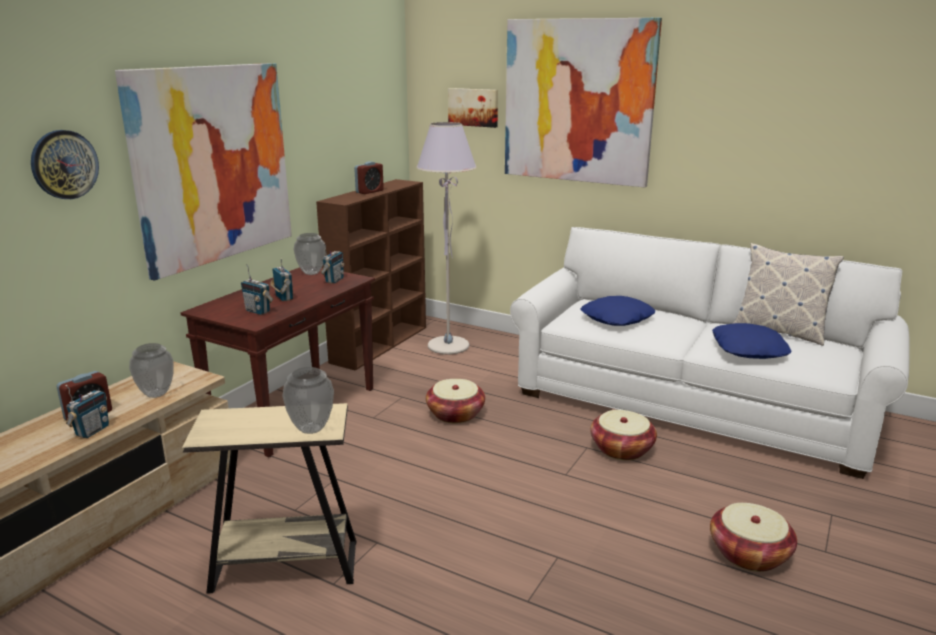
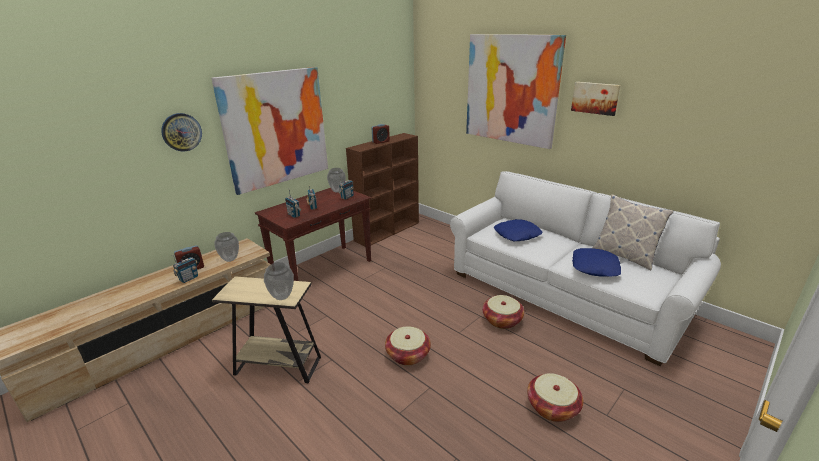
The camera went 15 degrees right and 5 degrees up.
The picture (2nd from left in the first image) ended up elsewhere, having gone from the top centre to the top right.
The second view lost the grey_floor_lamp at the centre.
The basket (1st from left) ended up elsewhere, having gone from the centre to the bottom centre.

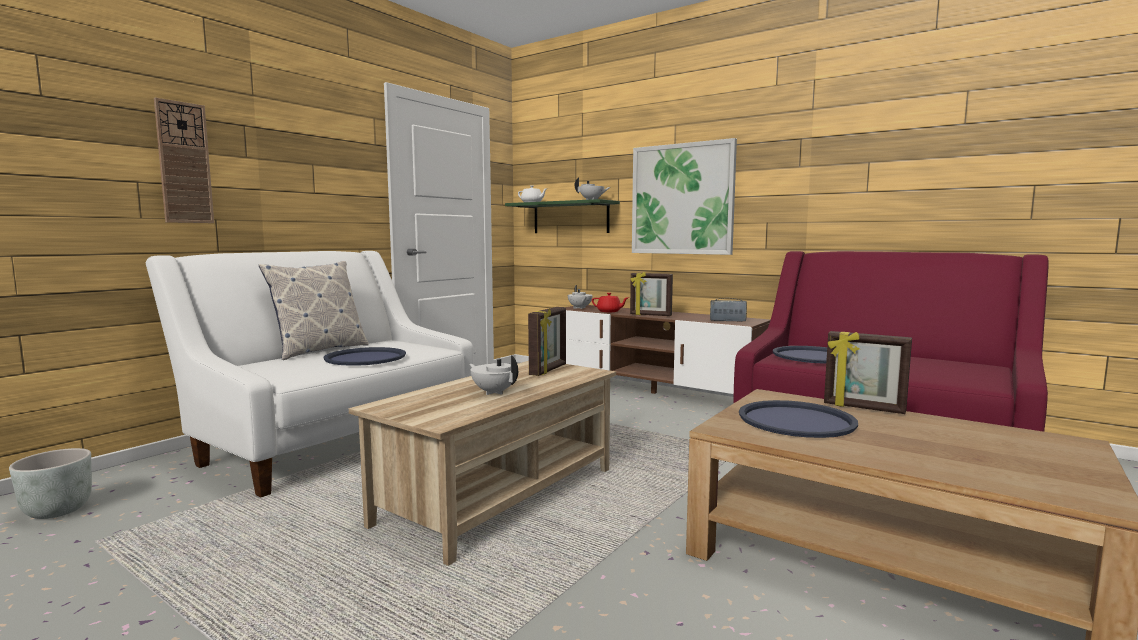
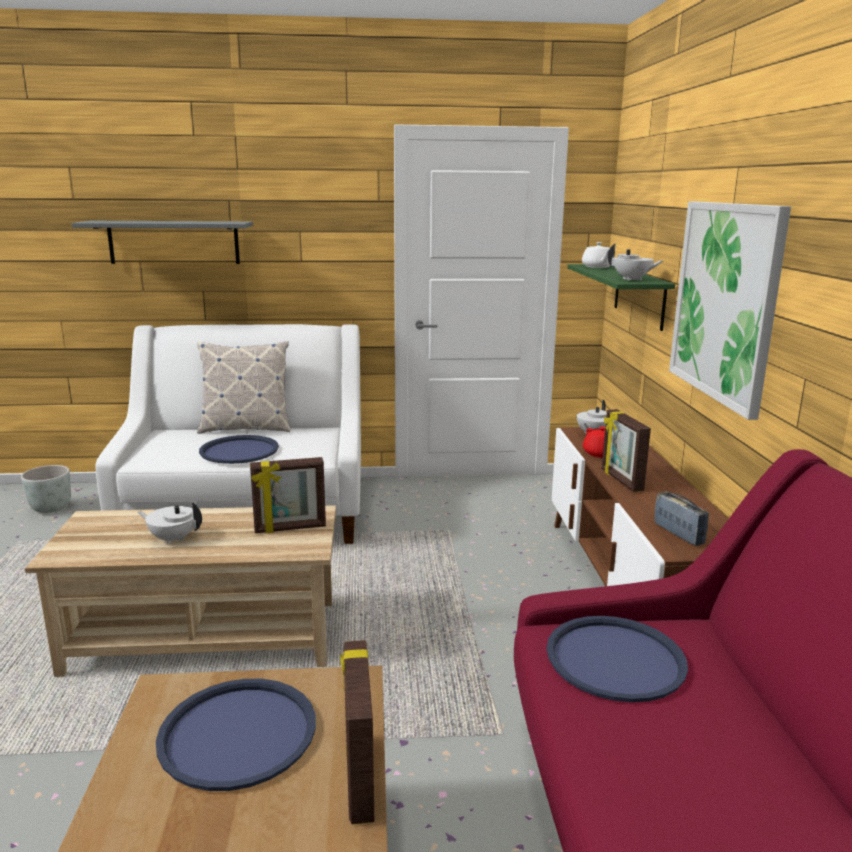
The camera went 50 degrees right and 10 degrees up.
Where the wall_clock hung at the top left, the grey_shelf came to hang at the top left.
The white_teapot (1st from left) at the centre ended up facing another way, 75 degrees counterclockwise from before.

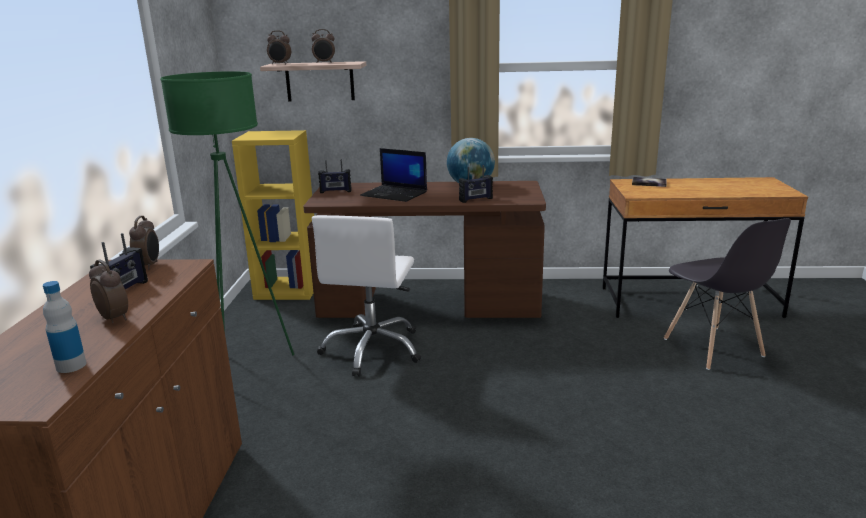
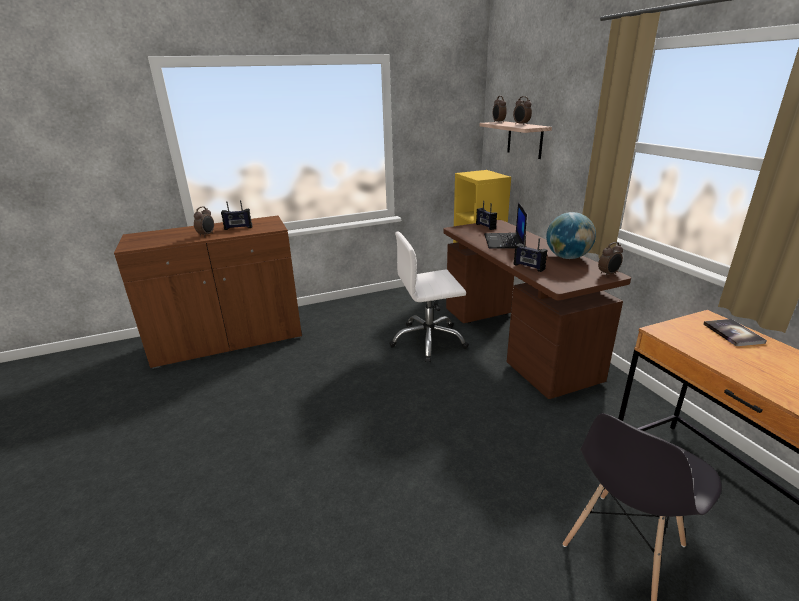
The camera went 65 degrees right and 5 degrees up.
The second view lost the green_floor_lamp at the middle left.
The alarm_clock (2nd from left in the first image) ended up elsewhere, having gone from the middle left to the middle right.
The second view lost the bottle at the middle left.

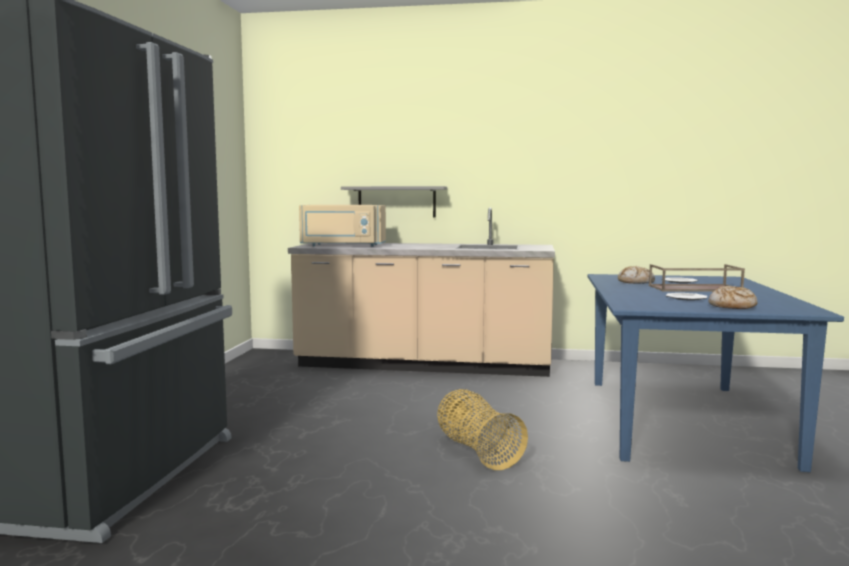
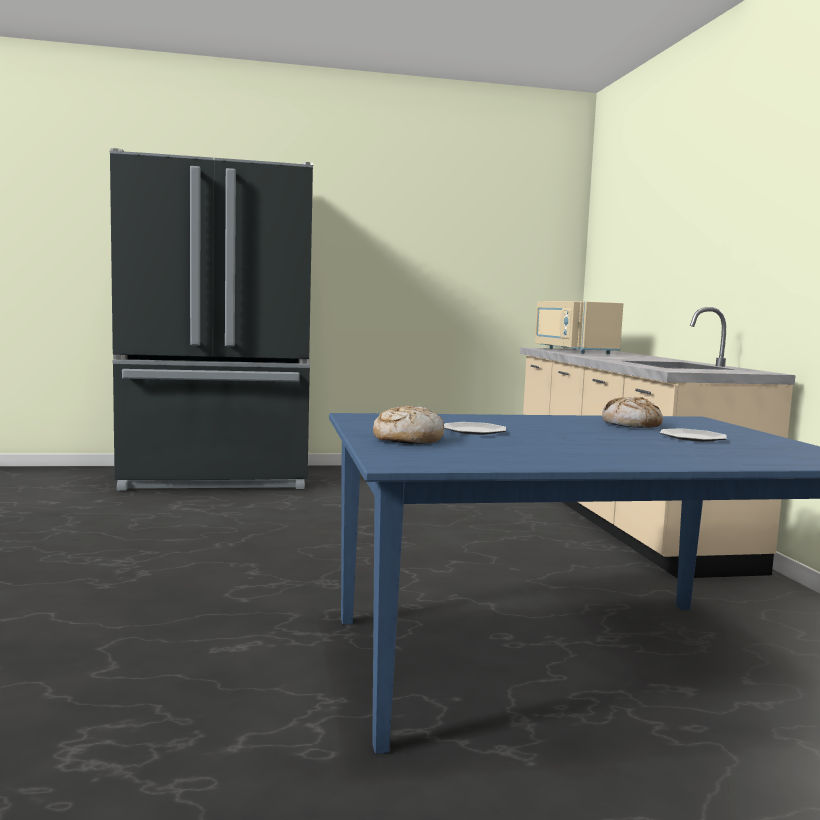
The camera went 70 degrees right and 0 degrees up.
The second view lost the grey_shelf at the centre.
The second view lost the brown_tray at the middle right.
The second view lost the basket at the bottom centre.

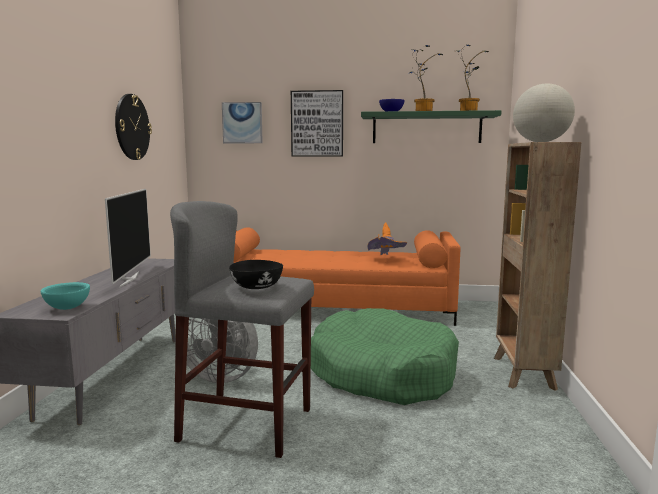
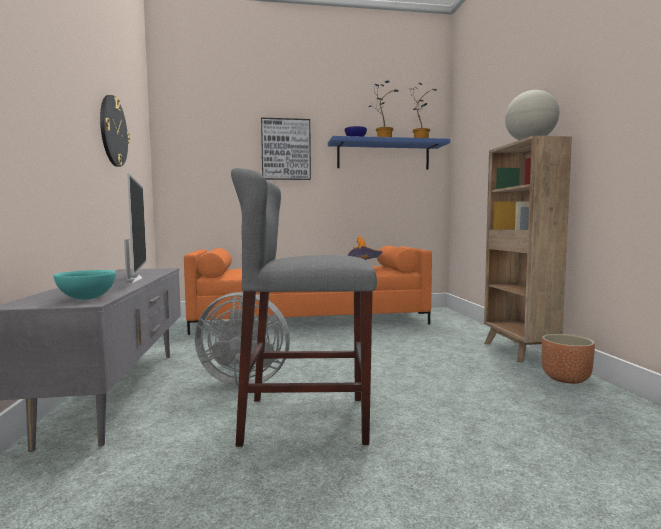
The camera went 15 degrees left and 5 degrees down.
The second view lost the picture (1st from left) at the top centre.
What was the green_shelf at the top centre turned into the blue_shelf at the top centre.
The second view lost the black_bowl at the centre.
The second view lost the green_dog_bed at the bottom centre.
The second view gained the brown_planter at the bottom right.

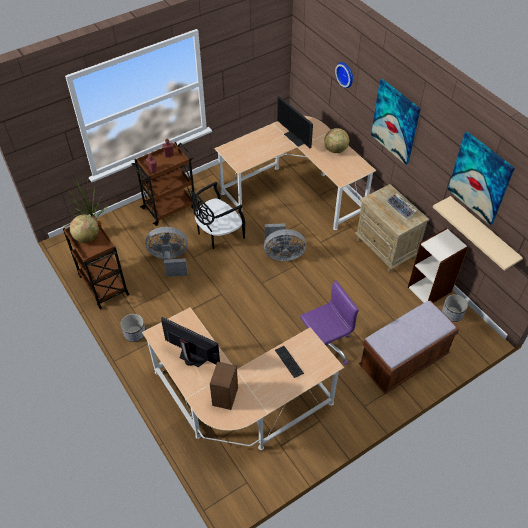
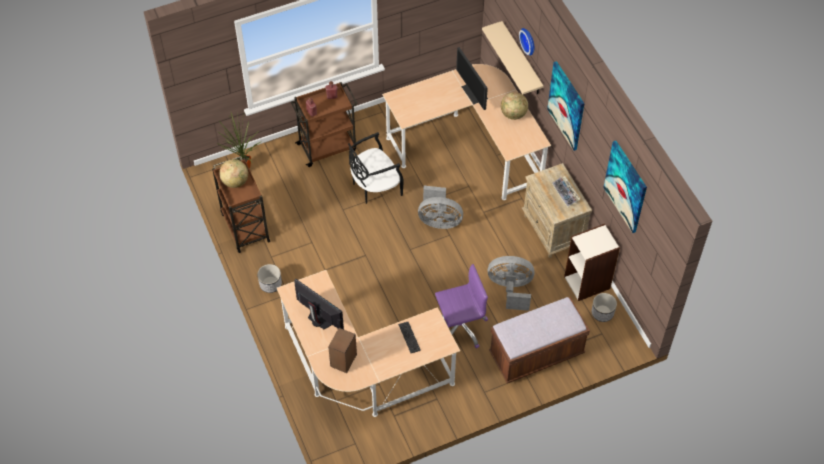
The camera went 10 degrees right and 5 degrees up.
The beige_shelf ended up elsewhere, having gone from the middle right to the top centre.
The grey_fan (1st from left in the first image) ended up elsewhere, having gone from the middle left to the centre.

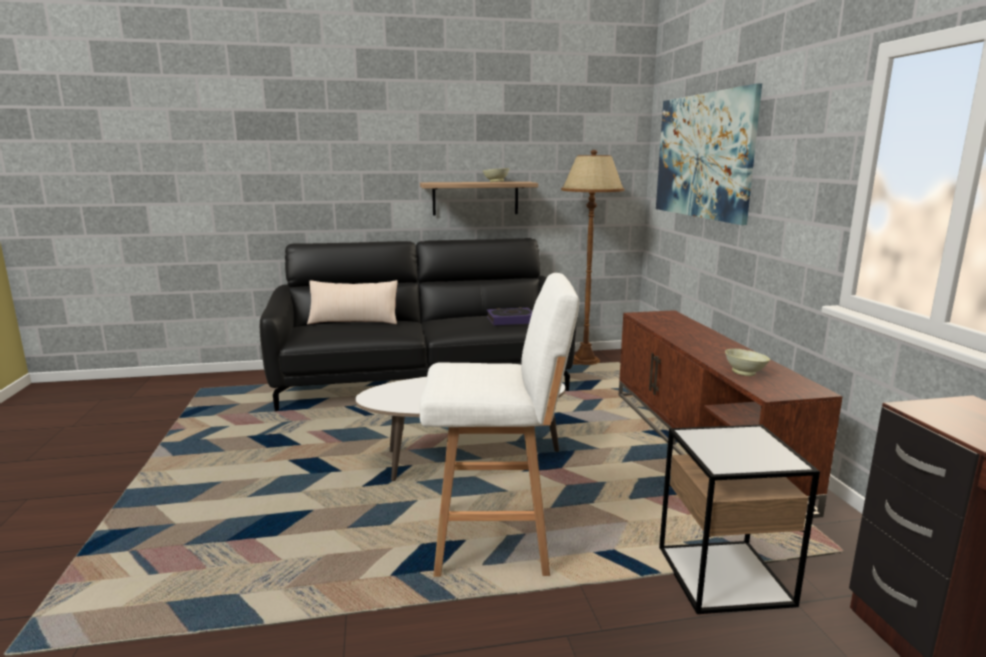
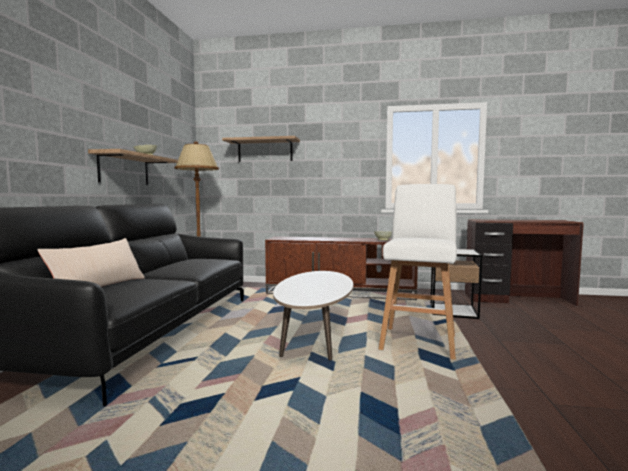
The camera went 70 degrees left and 10 degrees down.
Where the picture hung at the top right, the shelf (2nd from left) came to hang at the top centre.
The second view lost the book at the centre.

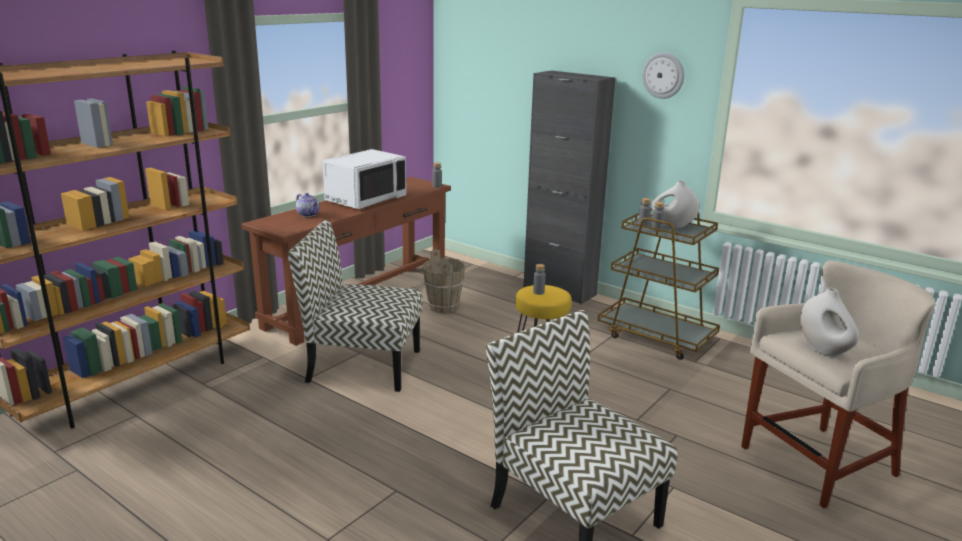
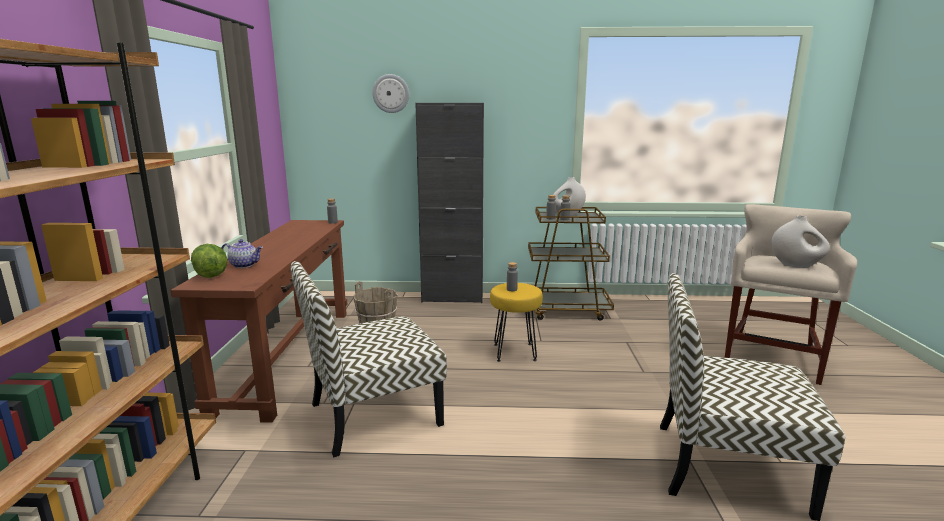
The camera went 35 degrees left and 5 degrees down.
The wall_clock ended up elsewhere, having gone from the top right to the top centre.
The second view lost the white_microwave at the top centre.
The second view gained the lettuce at the middle left.

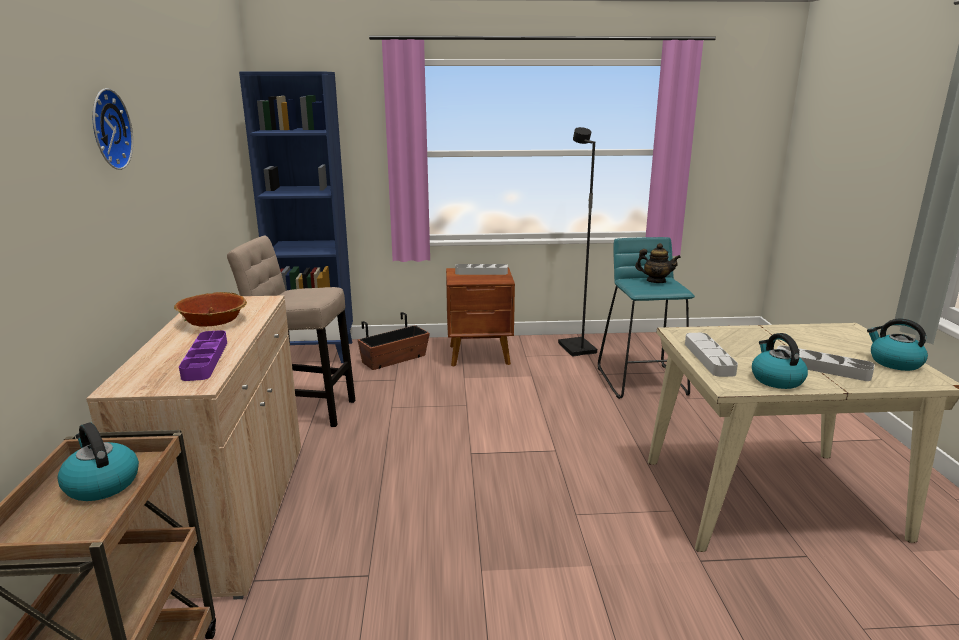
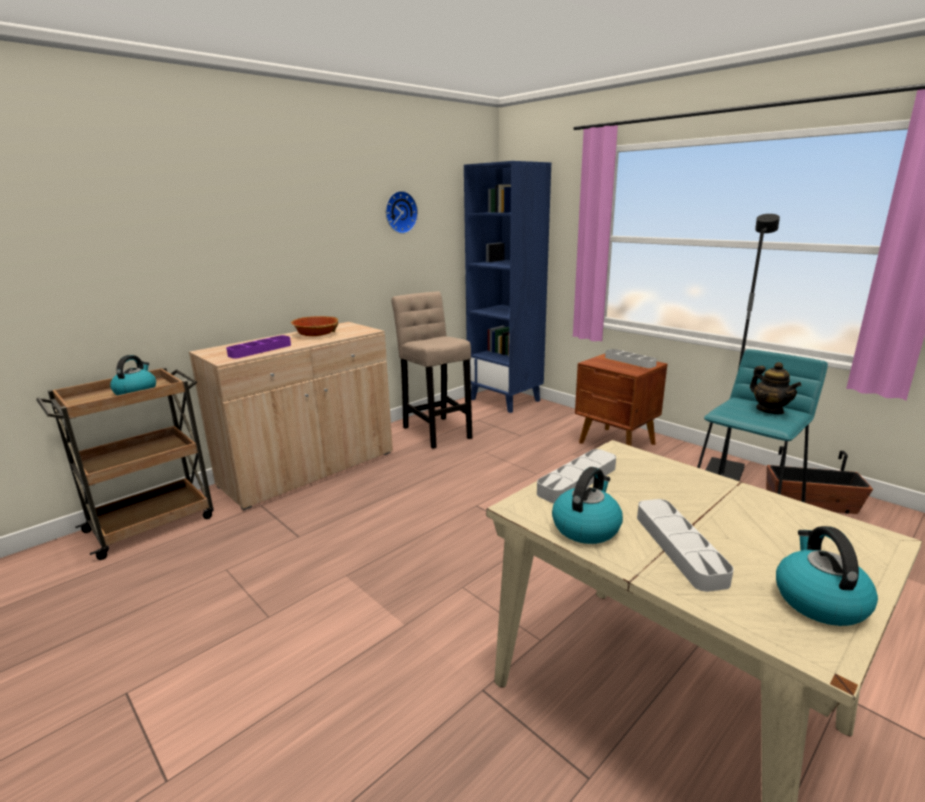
The camera went 50 degrees right and 0 degrees up.
The wall_clock ended up elsewhere, having gone from the top left to the top centre.
The planter ended up elsewhere, having gone from the centre to the middle right.

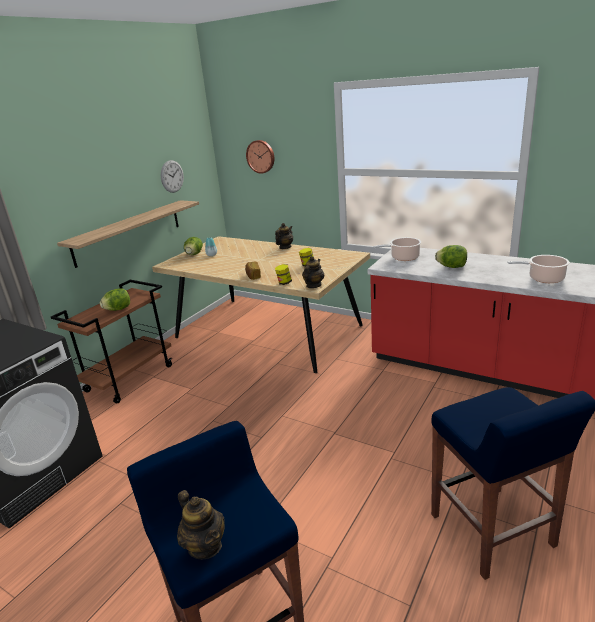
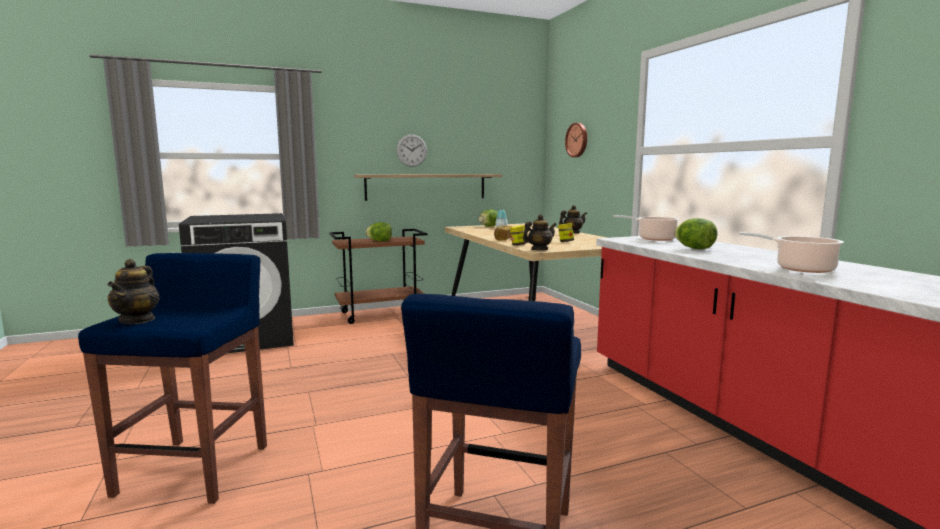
The camera went 35 degrees right and 15 degrees down.
The wall_clock (1st from left) ended up elsewhere, having gone from the top left to the top centre.

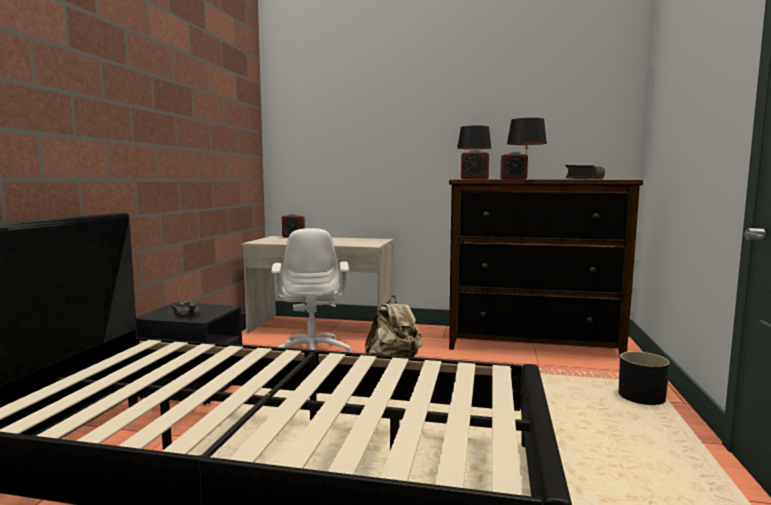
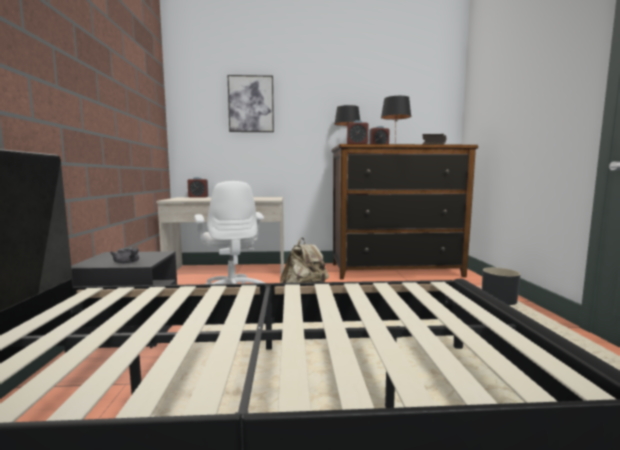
The camera went 15 degrees left and 0 degrees up.
The second view gained the picture at the top centre.

